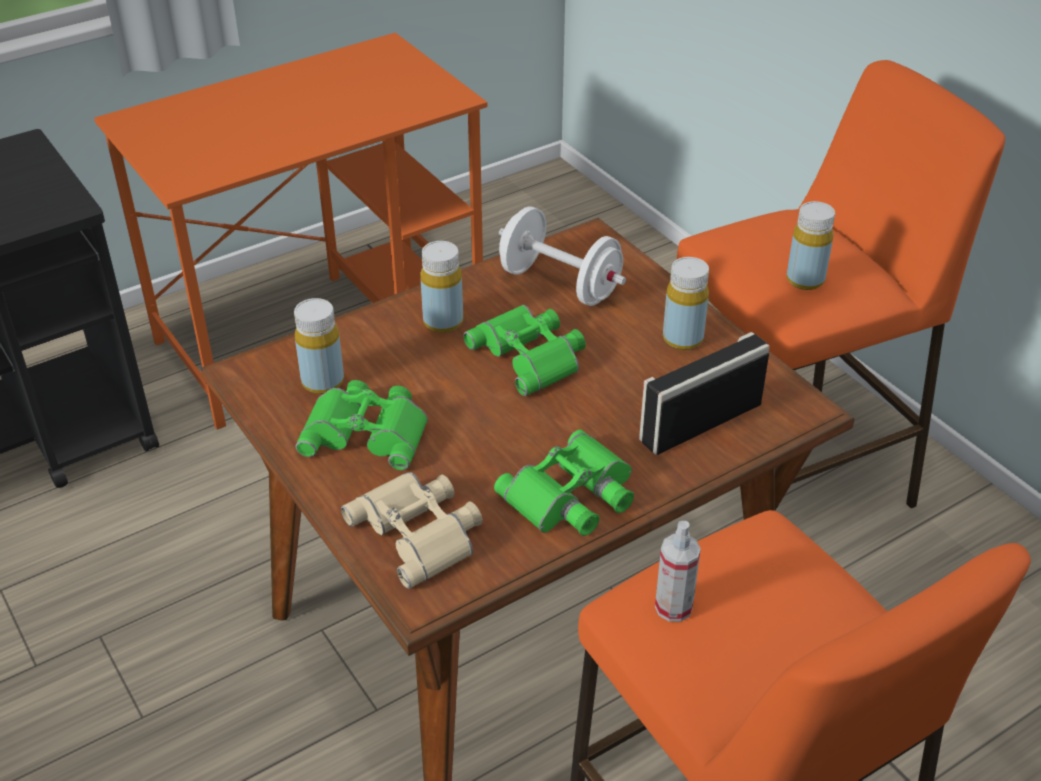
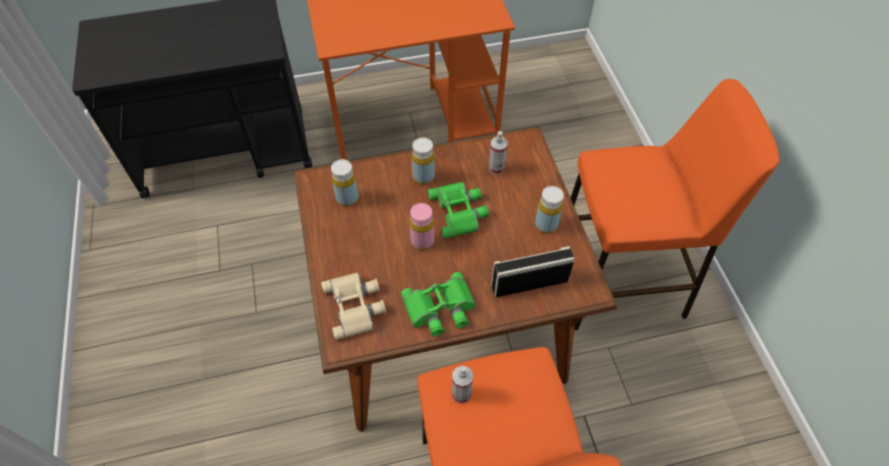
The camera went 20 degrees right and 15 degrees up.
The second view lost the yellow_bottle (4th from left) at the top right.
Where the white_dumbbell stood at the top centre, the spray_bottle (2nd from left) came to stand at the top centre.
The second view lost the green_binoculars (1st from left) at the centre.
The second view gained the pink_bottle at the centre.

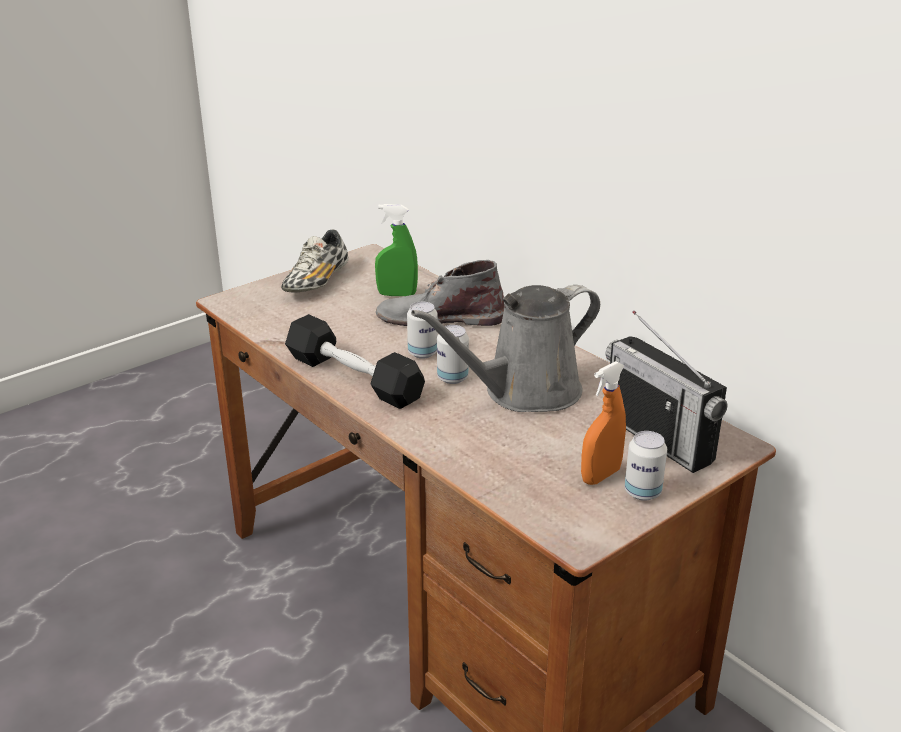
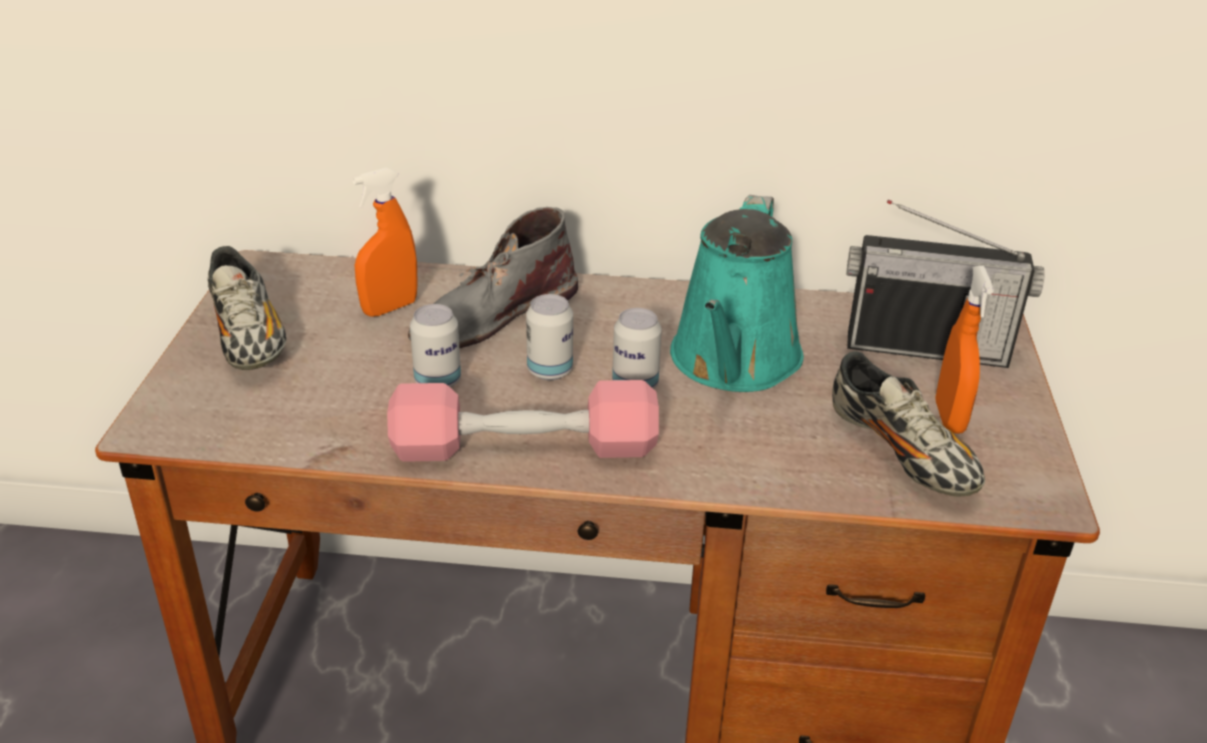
The camera went 45 degrees left and 5 degrees up.
What was the green_spray_bottle at the centre turned into the orange_spray_bottle (1st from left) at the top left.
What was the grey_watering_can at the centre turned into the turquoise_watering_can at the centre.
What was the black_dumbbell at the centre turned into the pink_dumbbell at the centre.
The can (3rd from left in the first image) ended up elsewhere, having gone from the middle right to the centre.
The second view gained the shoe (2nd from left) at the middle right.

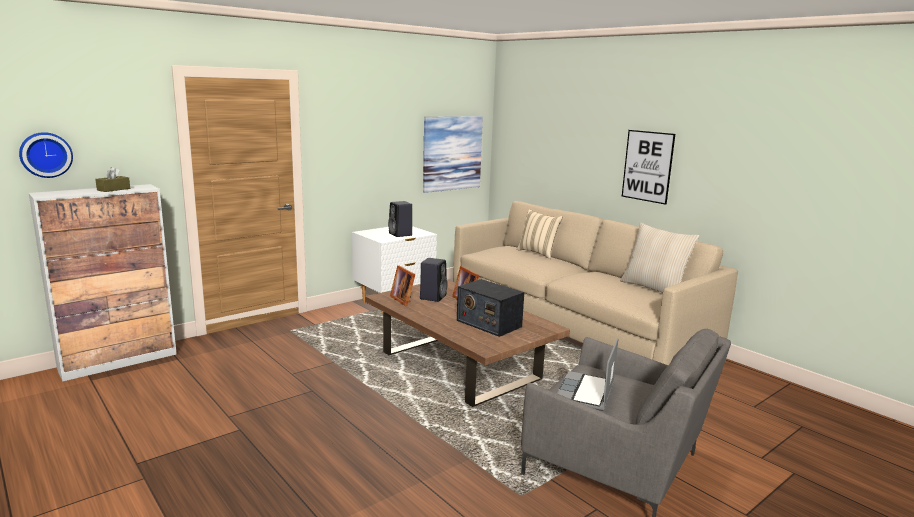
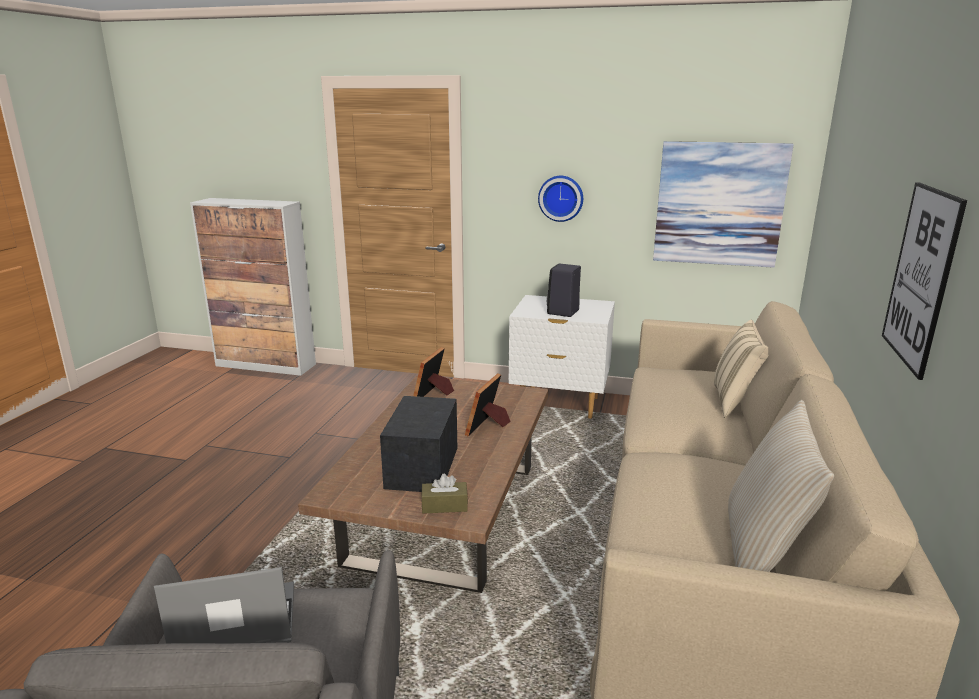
The camera went 55 degrees right and 5 degrees up.
The wall_clock ended up elsewhere, having gone from the top left to the top centre.
The brown_tissue_box ended up elsewhere, having gone from the middle left to the bottom centre.
The second view lost the black_speaker (2nd from left) at the centre.

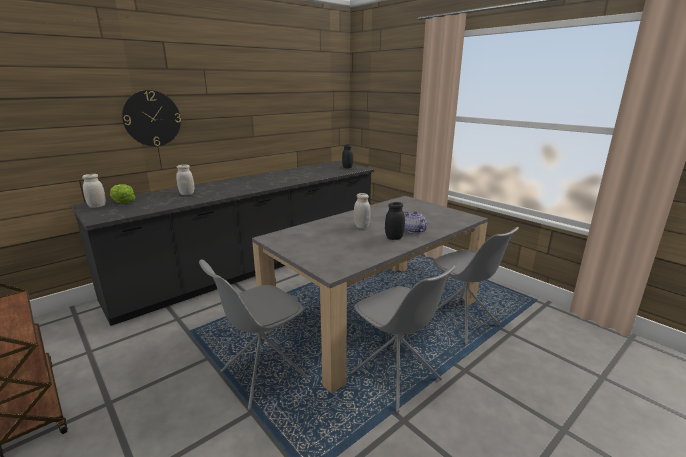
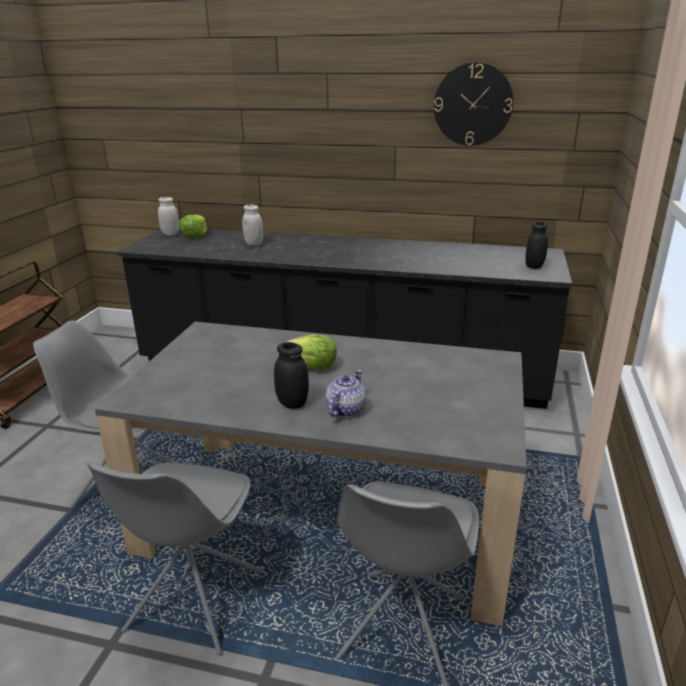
The camera went 55 degrees right and 5 degrees up.
The wall_clock ended up elsewhere, having gone from the top left to the top right.
Where the white_jar (3rd from left) stood at the centre, the lettuce (2nd from left) came to stand at the centre.

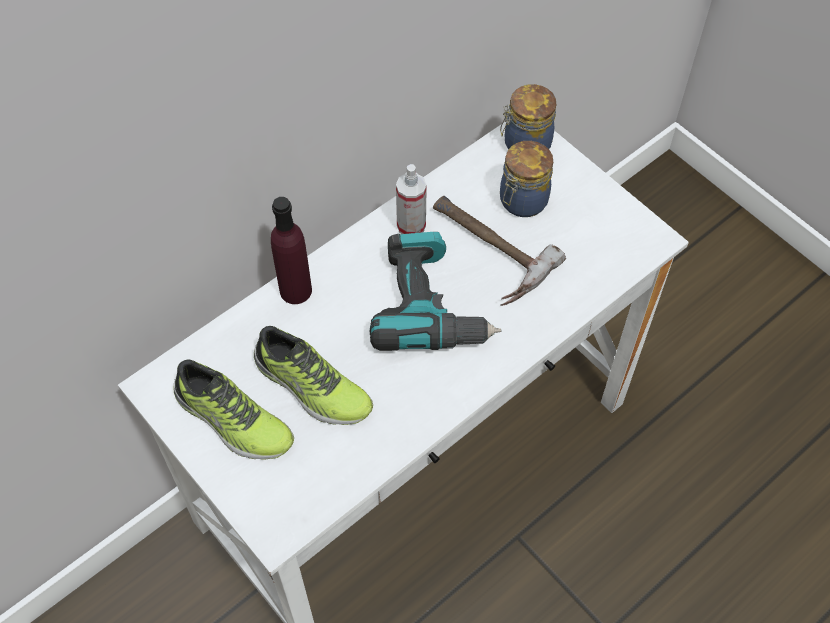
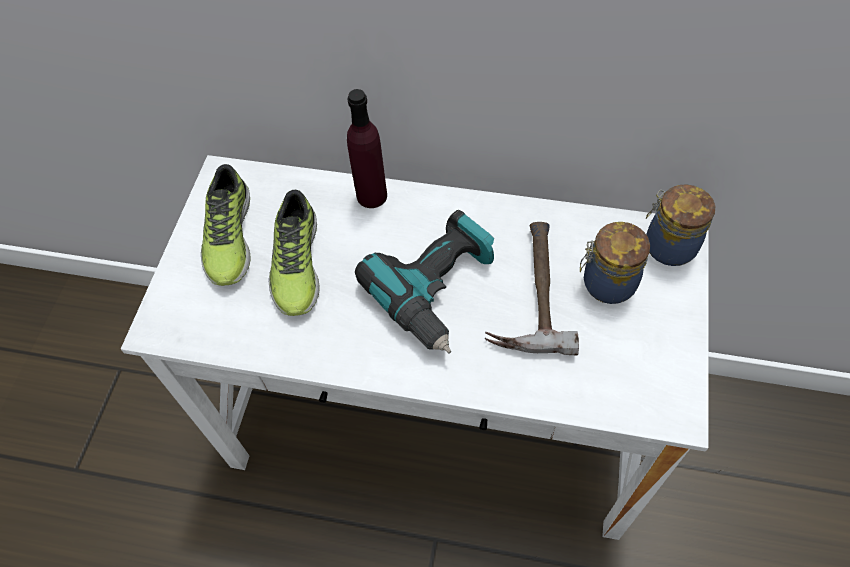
The camera went 55 degrees right and 0 degrees up.
The second view lost the spray_bottle at the top centre.

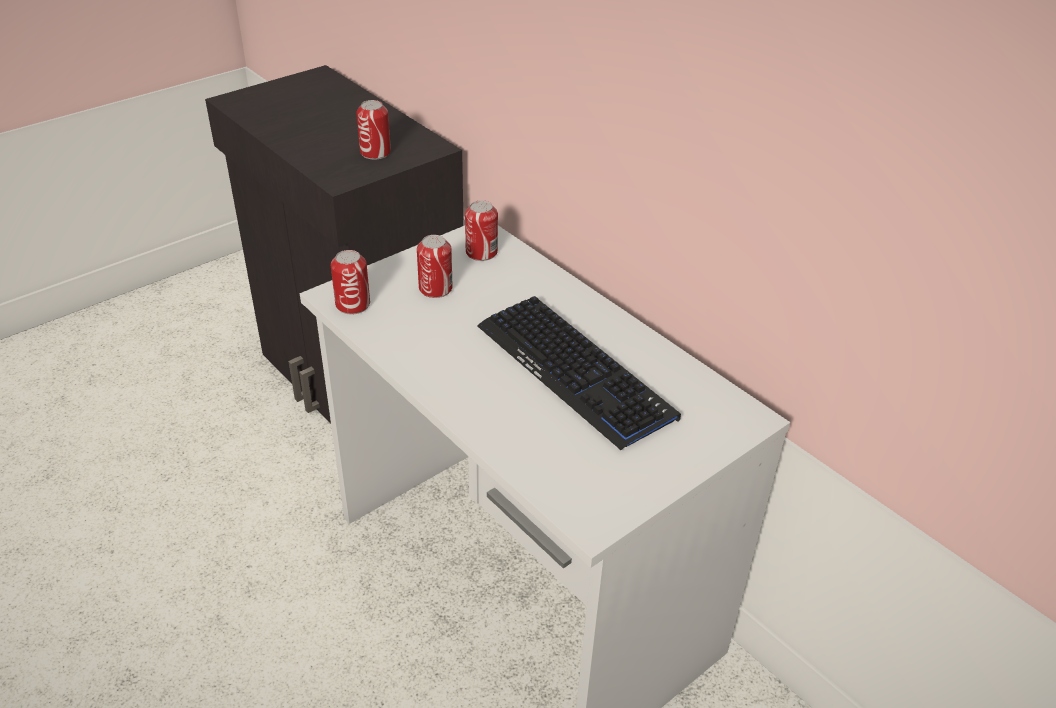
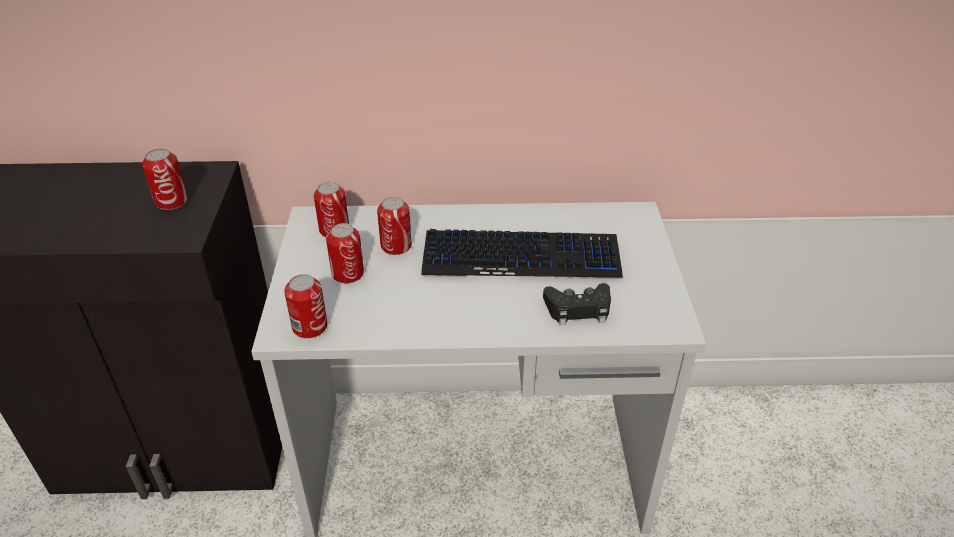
The camera went 50 degrees left and 0 degrees up.
The second view gained the can (5th from left) at the centre.
The second view gained the black_game_controller at the centre.

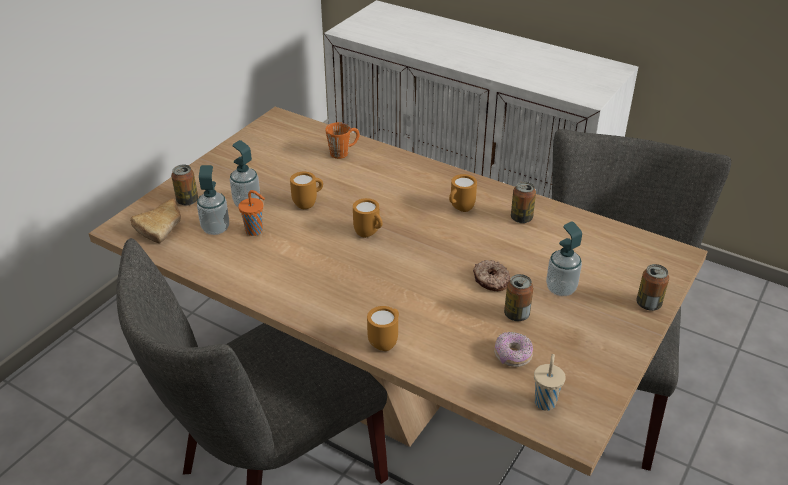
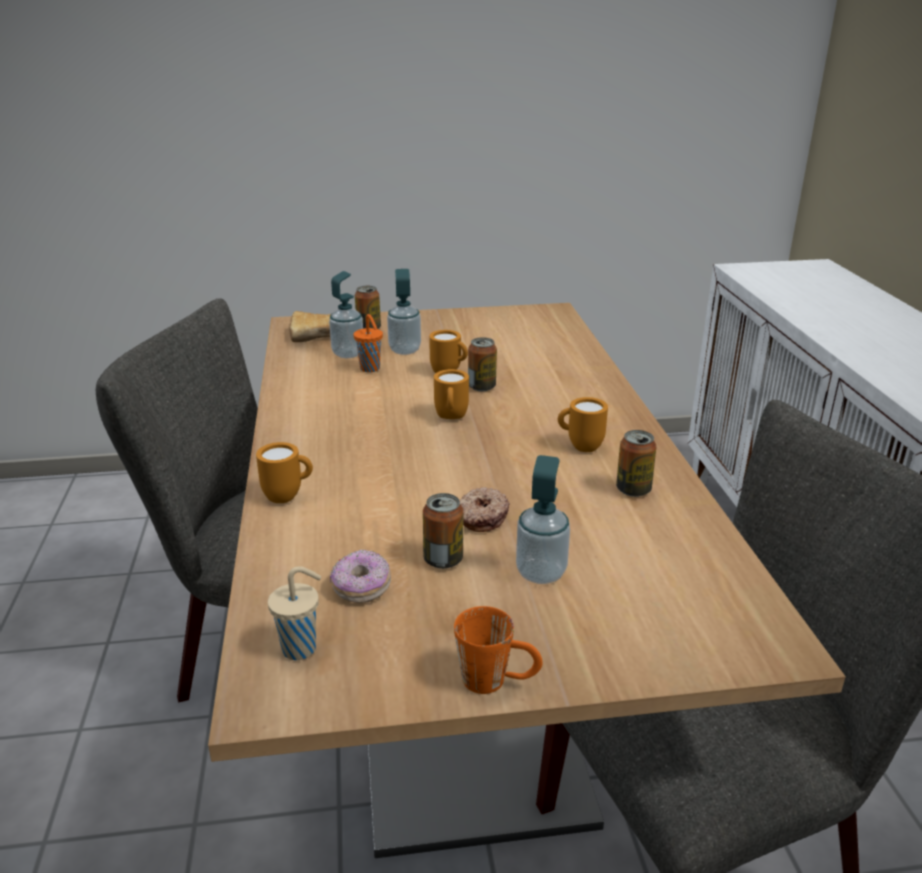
The camera went 50 degrees right and 10 degrees down.
The orange_mug (2nd from left in the first image) ended up elsewhere, having gone from the top centre to the bottom centre.
The can (4th from left in the first image) ended up elsewhere, having gone from the middle right to the centre.

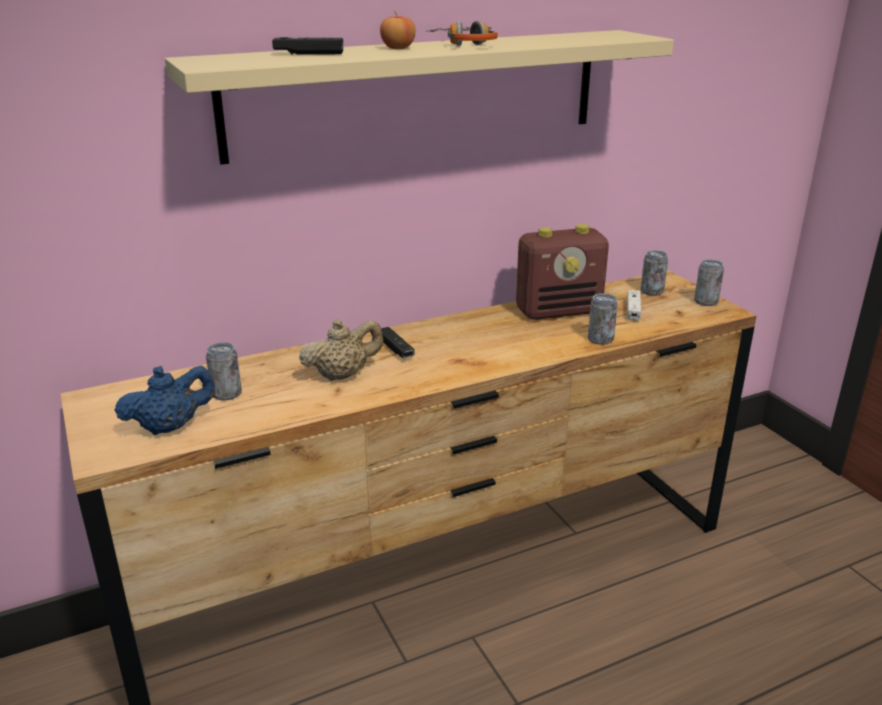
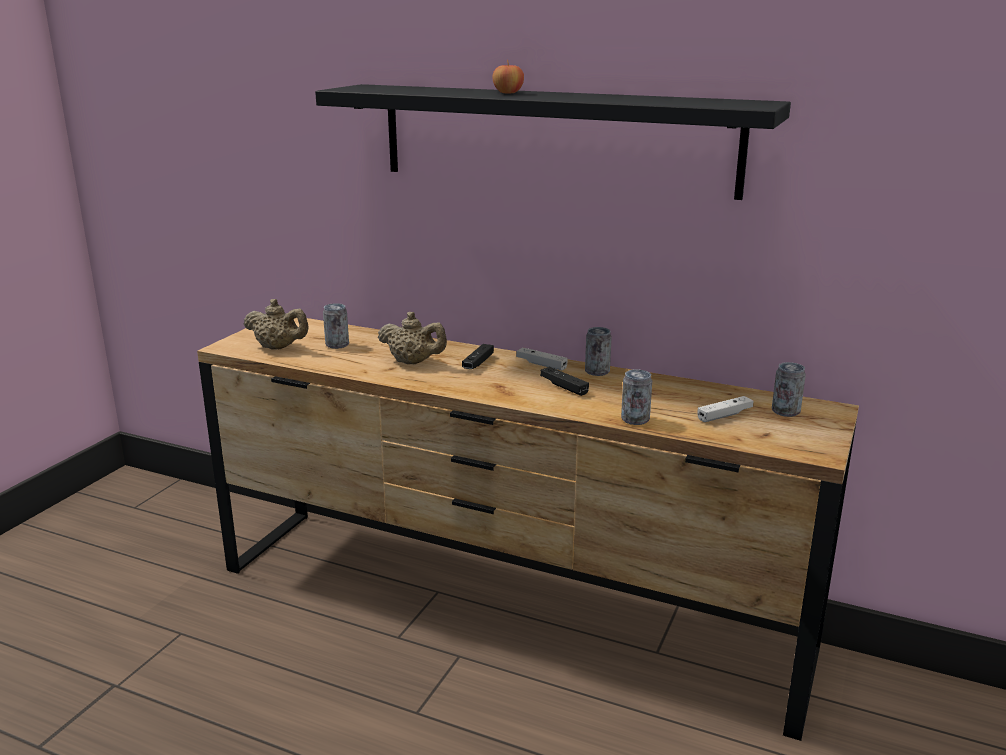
The camera went 50 degrees right and 5 degrees down.
The second view lost the headphones at the top centre.
What was the beige_shelf at the top centre turned into the black_shelf at the top centre.
The black_game_controller (1st from left in the first image) ended up elsewhere, having gone from the top centre to the centre.
The second view lost the radio at the centre.
The can (4th from left in the first image) ended up elsewhere, having gone from the middle right to the centre.
What was the blue_teapot at the middle left turned into the beige_teapot (1st from left) at the middle left.
The second view gained the white_game_controller (1st from left) at the centre.

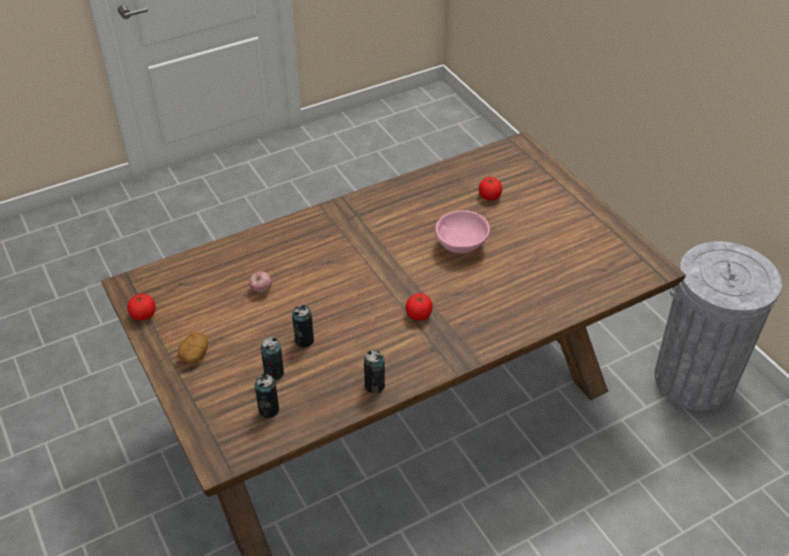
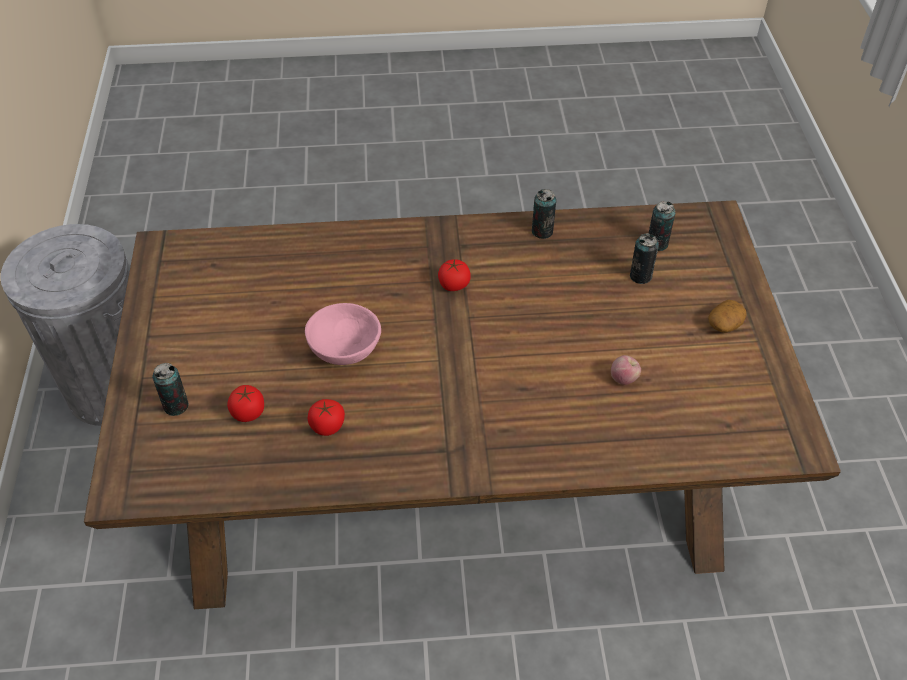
The camera went 155 degrees left and 5 degrees up.
The tomato (1st from left in the first image) ended up elsewhere, having gone from the middle left to the centre.
The can (3rd from left in the first image) ended up elsewhere, having gone from the centre to the middle left.

